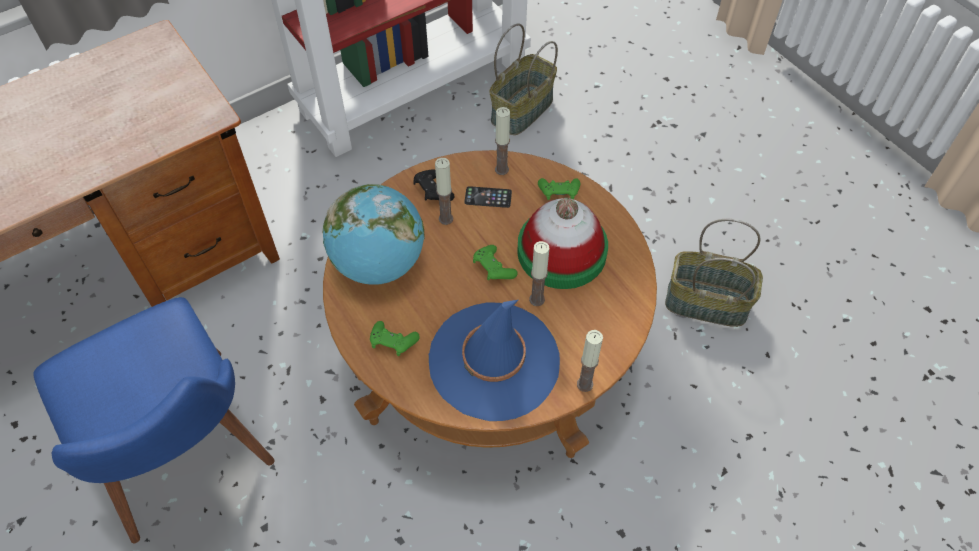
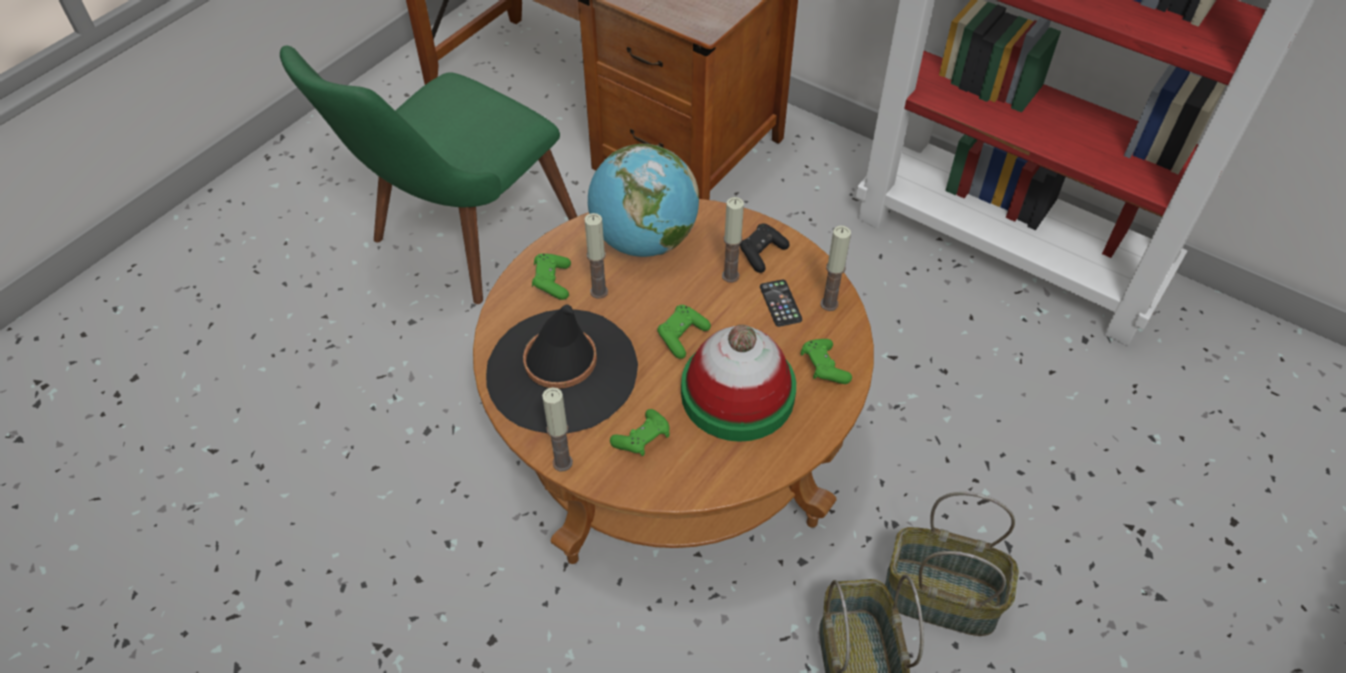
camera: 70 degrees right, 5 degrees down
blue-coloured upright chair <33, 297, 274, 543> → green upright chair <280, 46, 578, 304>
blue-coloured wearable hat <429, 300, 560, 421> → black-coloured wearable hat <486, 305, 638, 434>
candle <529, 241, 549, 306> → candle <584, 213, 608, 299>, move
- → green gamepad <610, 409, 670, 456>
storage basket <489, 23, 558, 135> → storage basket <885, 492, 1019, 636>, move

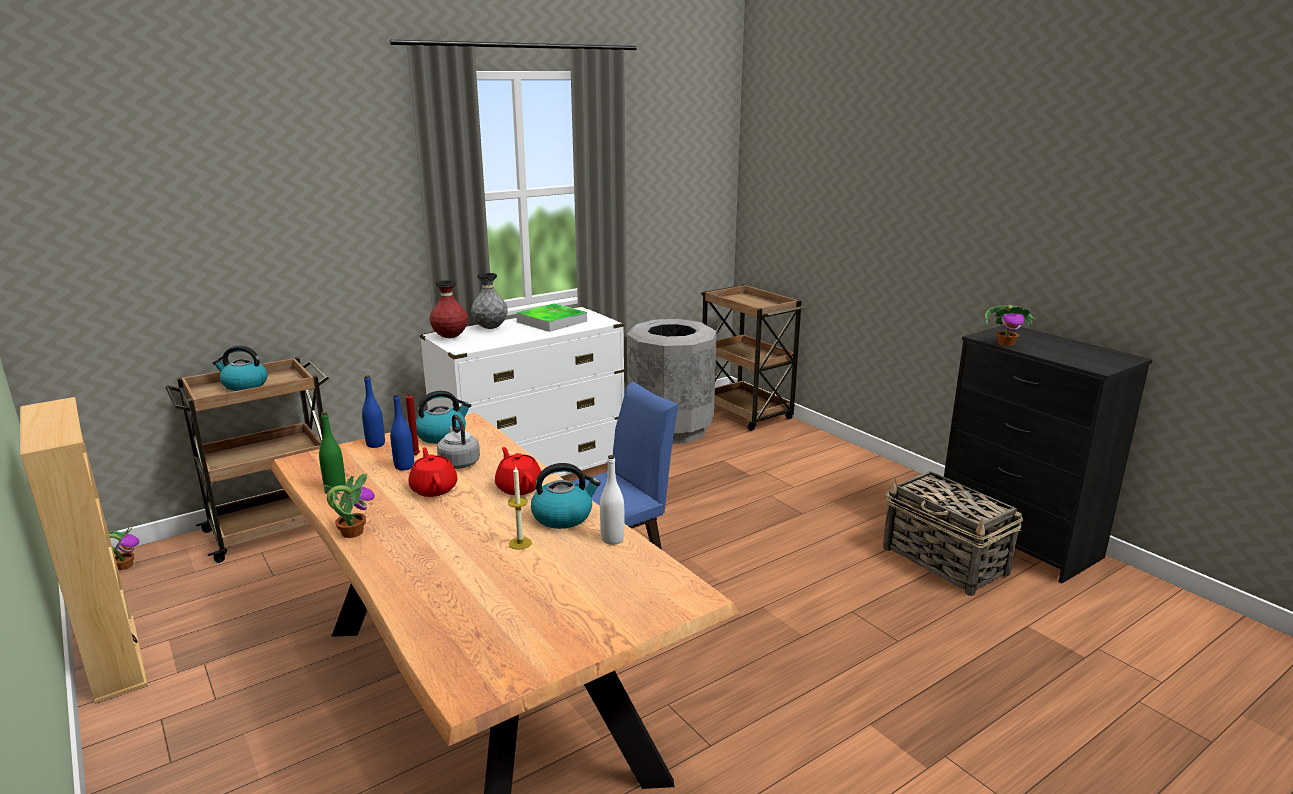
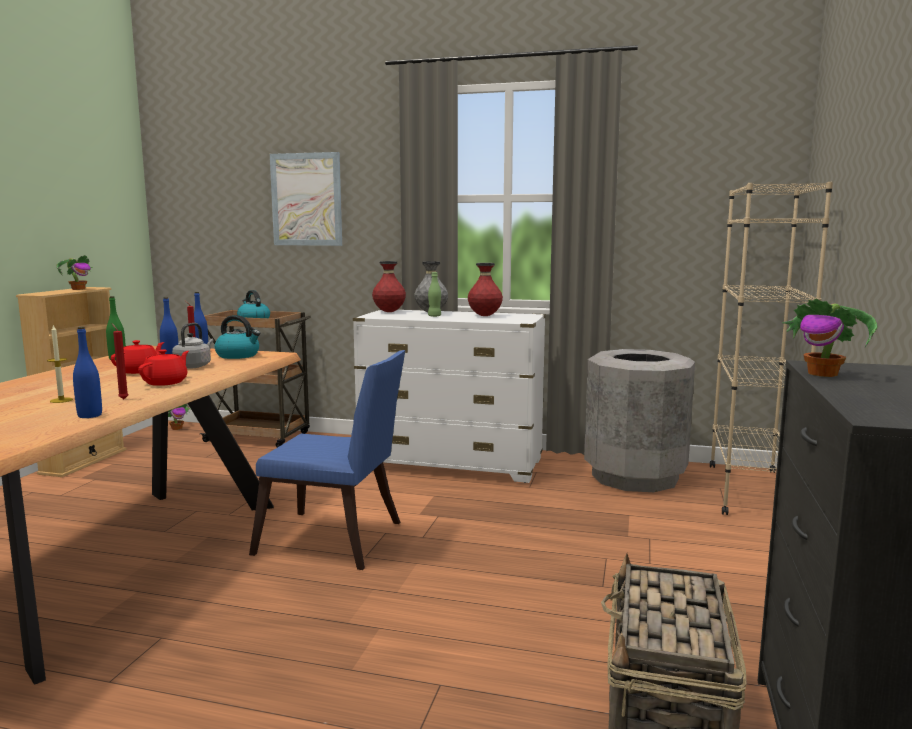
camera: 50 degrees right, 10 degrees down
plant in a pot <324, 473, 375, 538> → plant in a pot <57, 255, 93, 290>, move
white-coloured beverage bottle <600, 455, 624, 545> → blue-coloured beverage bottle <73, 327, 102, 418>
tea kettle <531, 463, 601, 529> → red-coloured candle <112, 323, 128, 399>
- → picture <270, 152, 342, 246>
- → green beverage bottle <428, 272, 441, 317>
carrying tray <517, 303, 587, 332> → red-coloured decorative vase <468, 263, 503, 316>
brownish cart <701, 284, 805, 431> → sand-coloured shelving unit <710, 182, 833, 515>

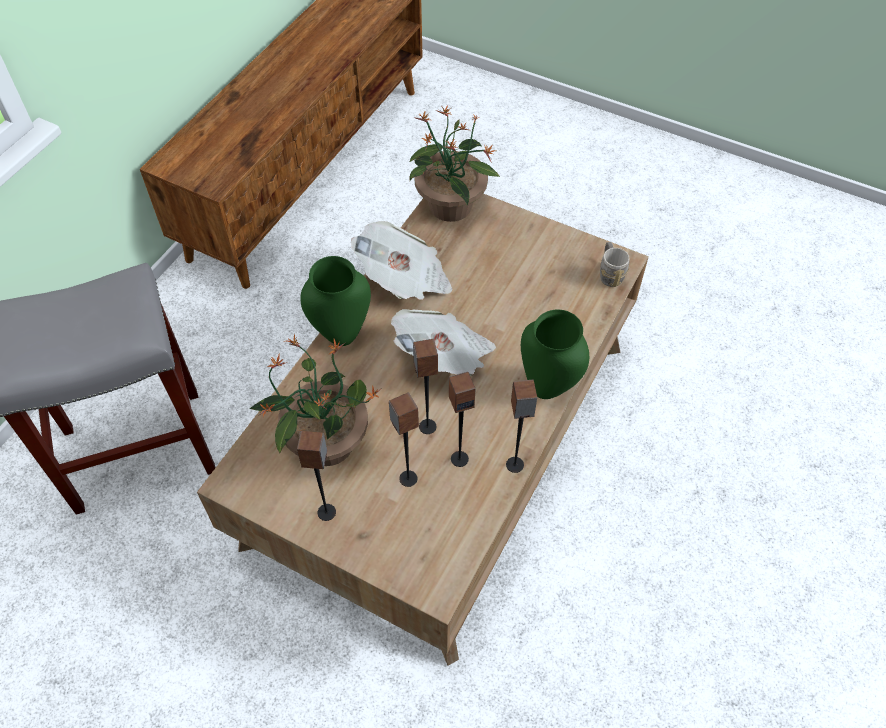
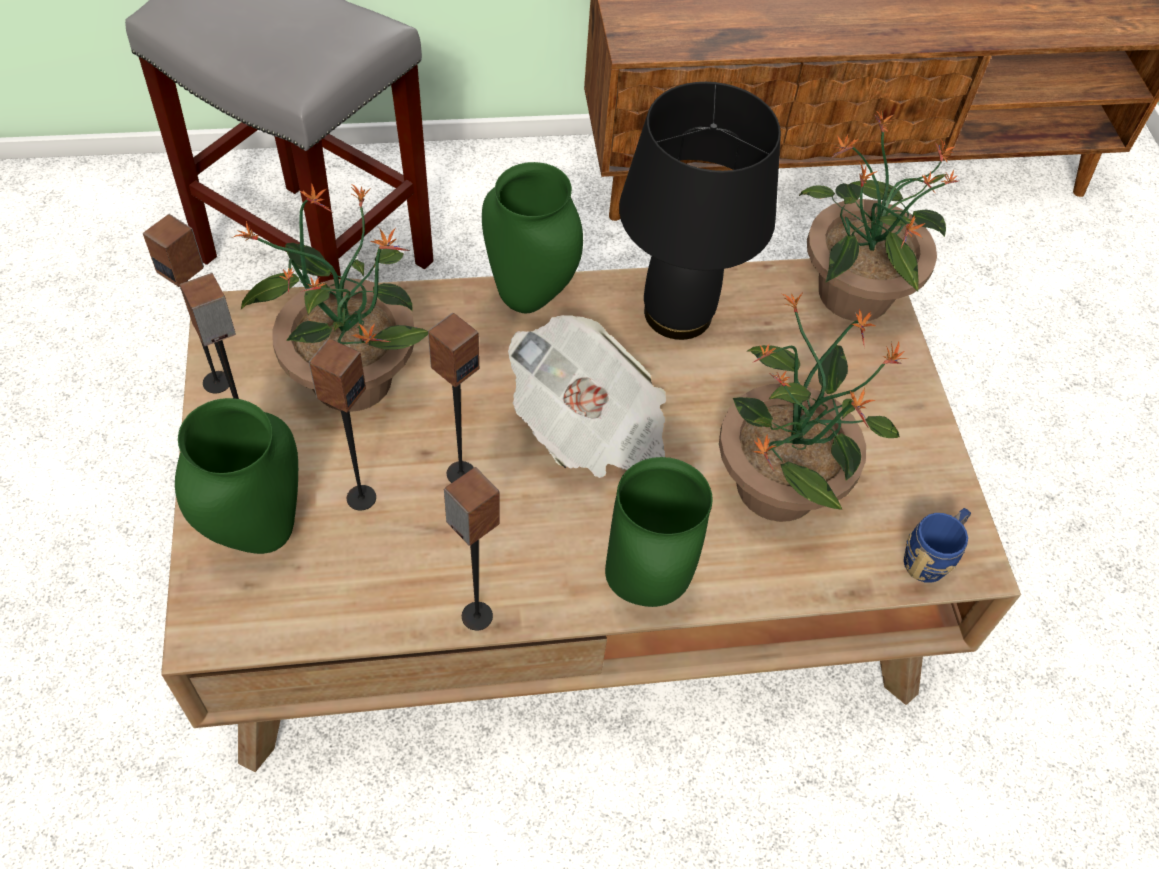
camera: 50 degrees right, 0 degrees up
audio speaker <449, 371, 475, 467> → audio speaker <143, 214, 229, 393>, move
- → green decorative vase <175, 398, 298, 554>
daily paper <351, 221, 453, 300> → black-coloured tabletop lamp <619, 82, 781, 340>
- → plant in a pot <719, 293, 908, 522>
greyish mug <600, 242, 630, 287> → blue-coloured mug <904, 508, 971, 583>

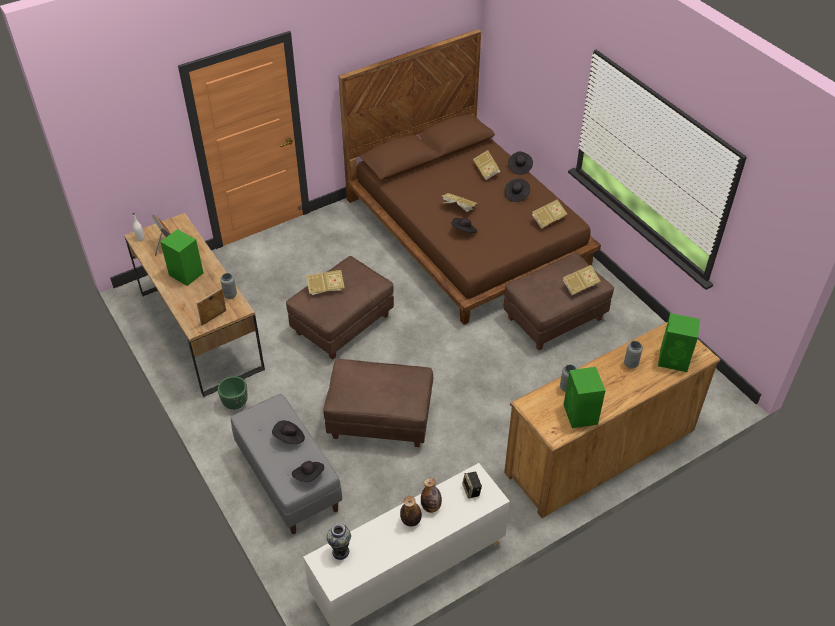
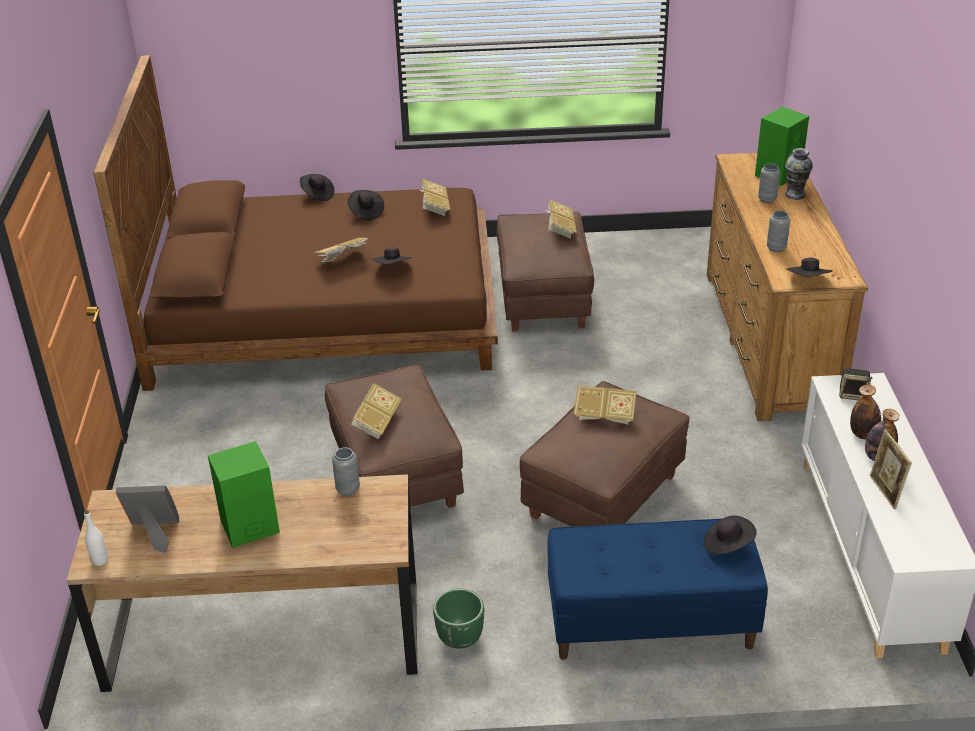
camera: 60 degrees left, 10 degrees down
greyish bench <231, 394, 342, 534> → blue-coloured bench <547, 518, 768, 660>
volume <473, 150, 500, 180> → volume <574, 385, 637, 425>, move
decorative vase <326, 523, 351, 560> → decorative vase <785, 148, 813, 200>, move
black-coloured wearable hat <272, 421, 305, 444> → black-coloured wearable hat <786, 257, 833, 277>, move
standing frame <197, 288, 226, 326> → standing frame <870, 429, 912, 510>, move
green audio speaker <563, 367, 606, 428> → -

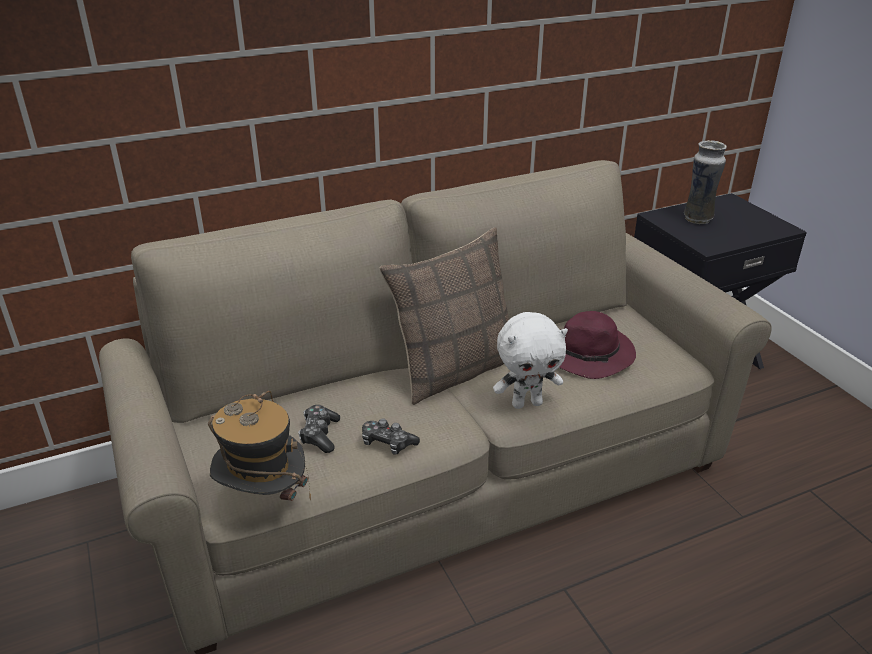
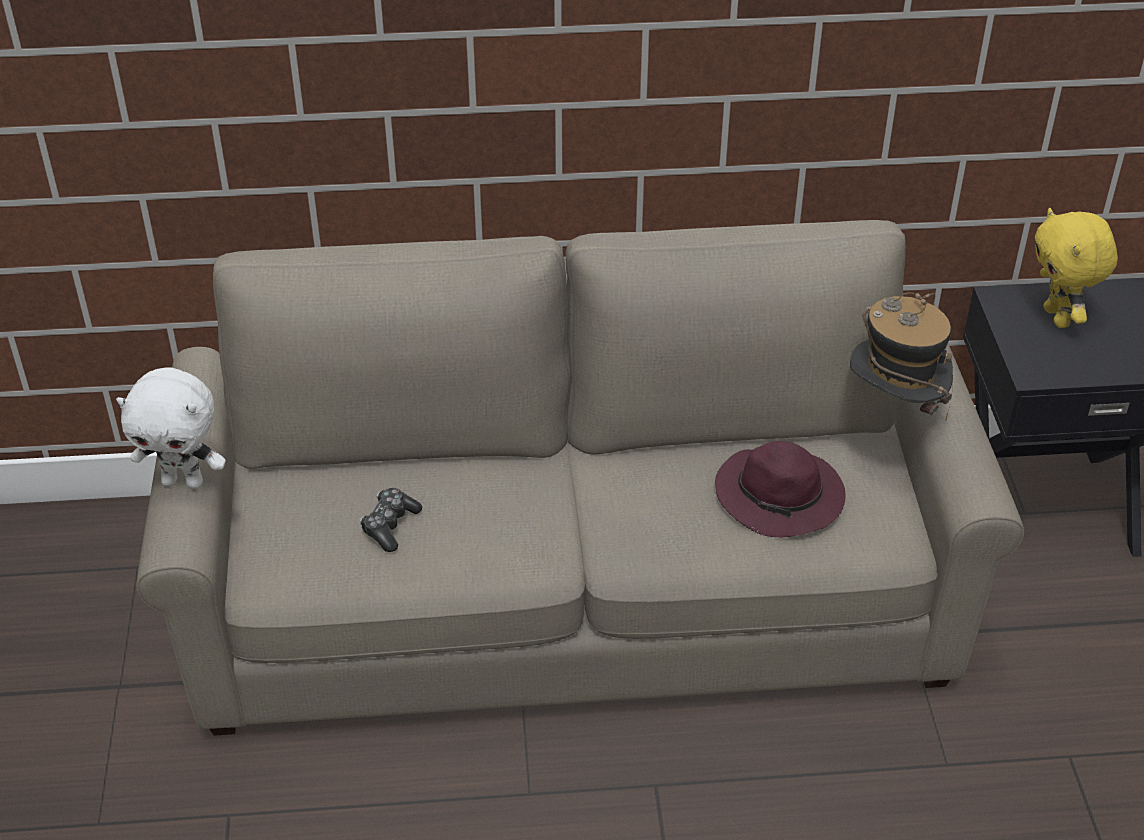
camera: 20 degrees right, 10 degrees up
white-coloured soft toy <493, 312, 568, 409> → white-coloured soft toy <116, 367, 226, 489>, move
wearable hat <208, 391, 311, 501> → wearable hat <850, 292, 953, 421>, move
decorative vase <684, 140, 727, 224> → yellow soft toy <1035, 208, 1118, 328>
gamepad <362, 418, 420, 455> → -
throw pillow <380, 228, 509, 405> → -

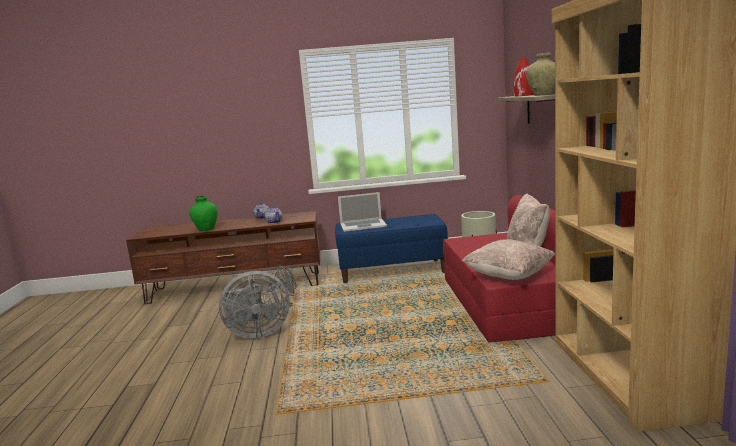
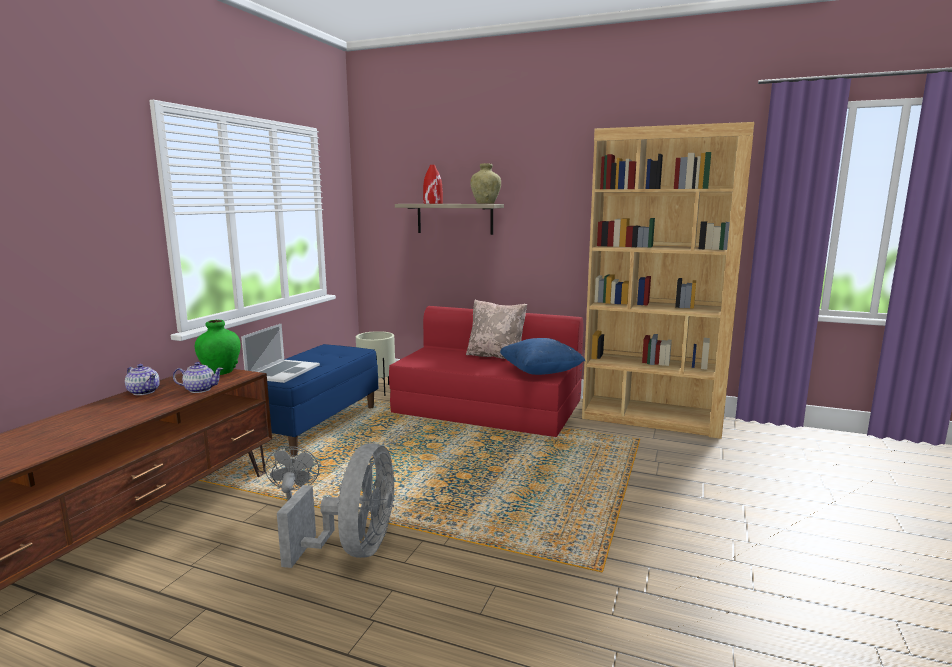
camera: 65 degrees left, 0 degrees up
green decorative vase <189, 195, 218, 231> → green decorative vase <195, 320, 241, 375>, move
sand-coloured throw pillow <462, 239, 555, 280> → blue-coloured throw pillow <500, 338, 585, 375>

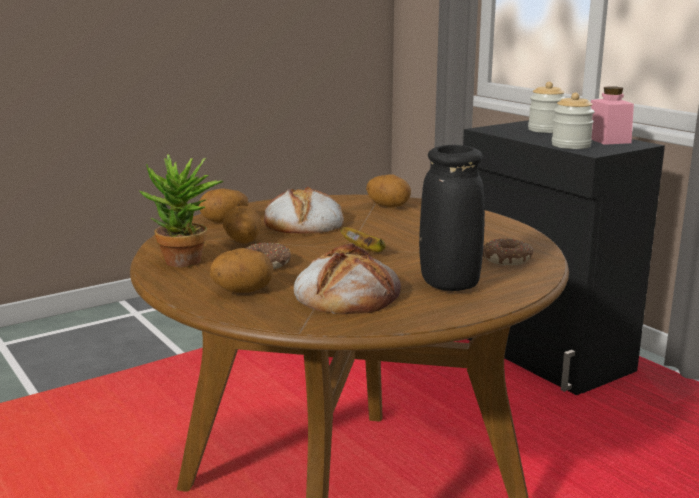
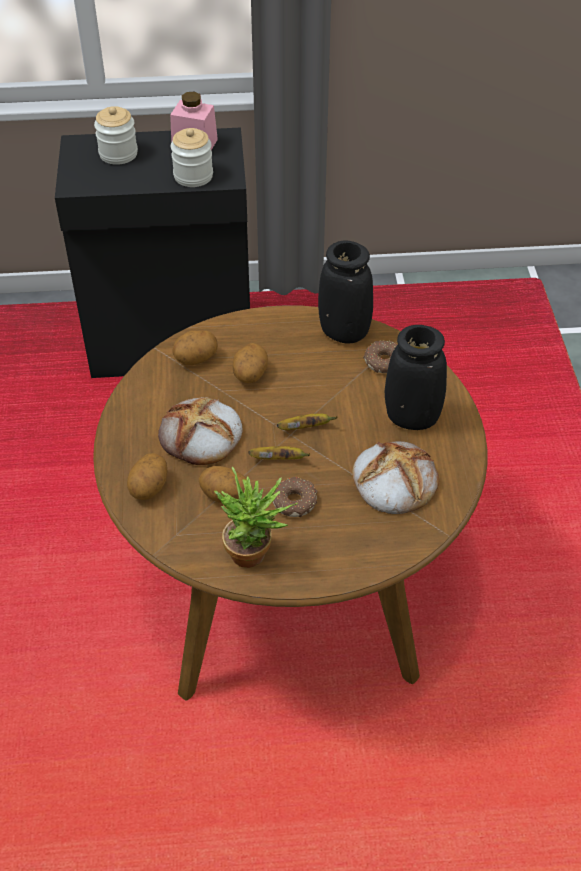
camera: 60 degrees left, 30 degrees up
potato <210, 248, 274, 293> → potato <233, 343, 268, 383>, move
- → banana <248, 446, 310, 460>
- → black-coloured decorative vase <318, 240, 373, 344>

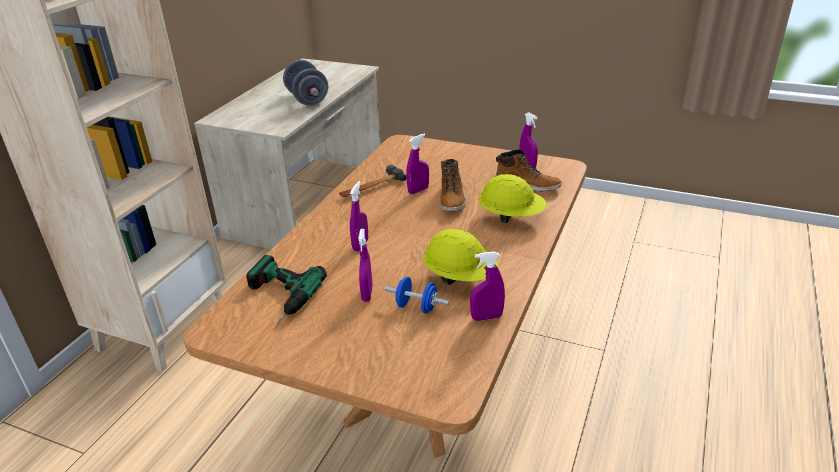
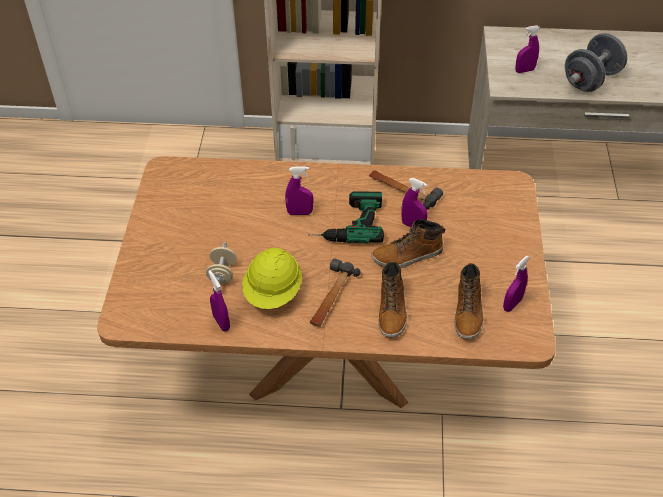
camera: 70 degrees right, 15 degrees up
blue-coloured free weight <384, 277, 449, 314> → sand-coloured free weight <206, 242, 236, 284>
electric drill <246, 255, 327, 324> → electric drill <308, 191, 384, 243>, move
- → tool hammer <310, 258, 360, 327>
yellow safety helmet <478, 174, 547, 223> → boot <378, 261, 407, 337>
purplish hand sprayer <358, 229, 373, 302> → purplish hand sprayer <515, 25, 540, 73>, move

